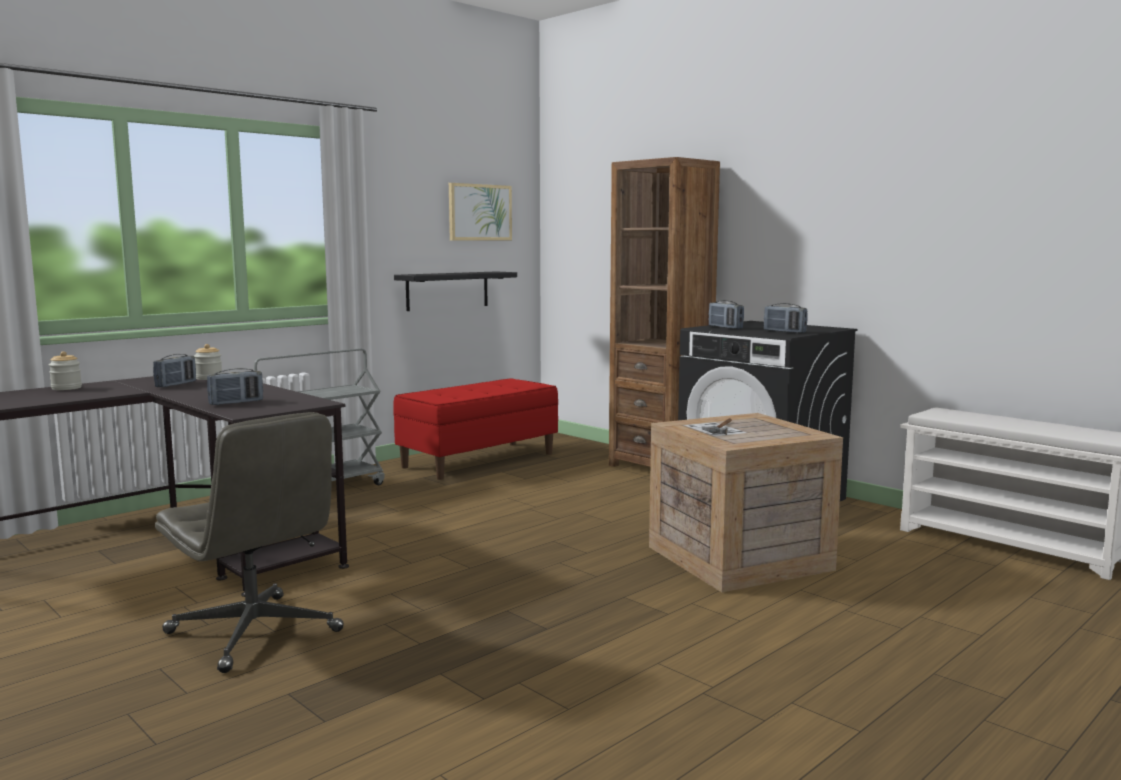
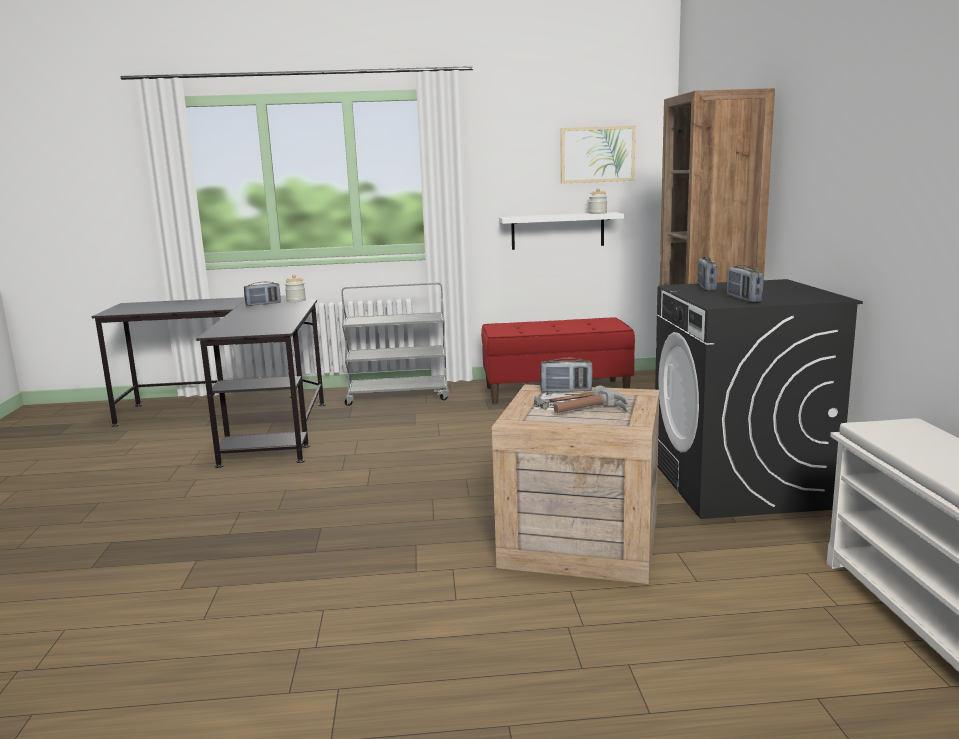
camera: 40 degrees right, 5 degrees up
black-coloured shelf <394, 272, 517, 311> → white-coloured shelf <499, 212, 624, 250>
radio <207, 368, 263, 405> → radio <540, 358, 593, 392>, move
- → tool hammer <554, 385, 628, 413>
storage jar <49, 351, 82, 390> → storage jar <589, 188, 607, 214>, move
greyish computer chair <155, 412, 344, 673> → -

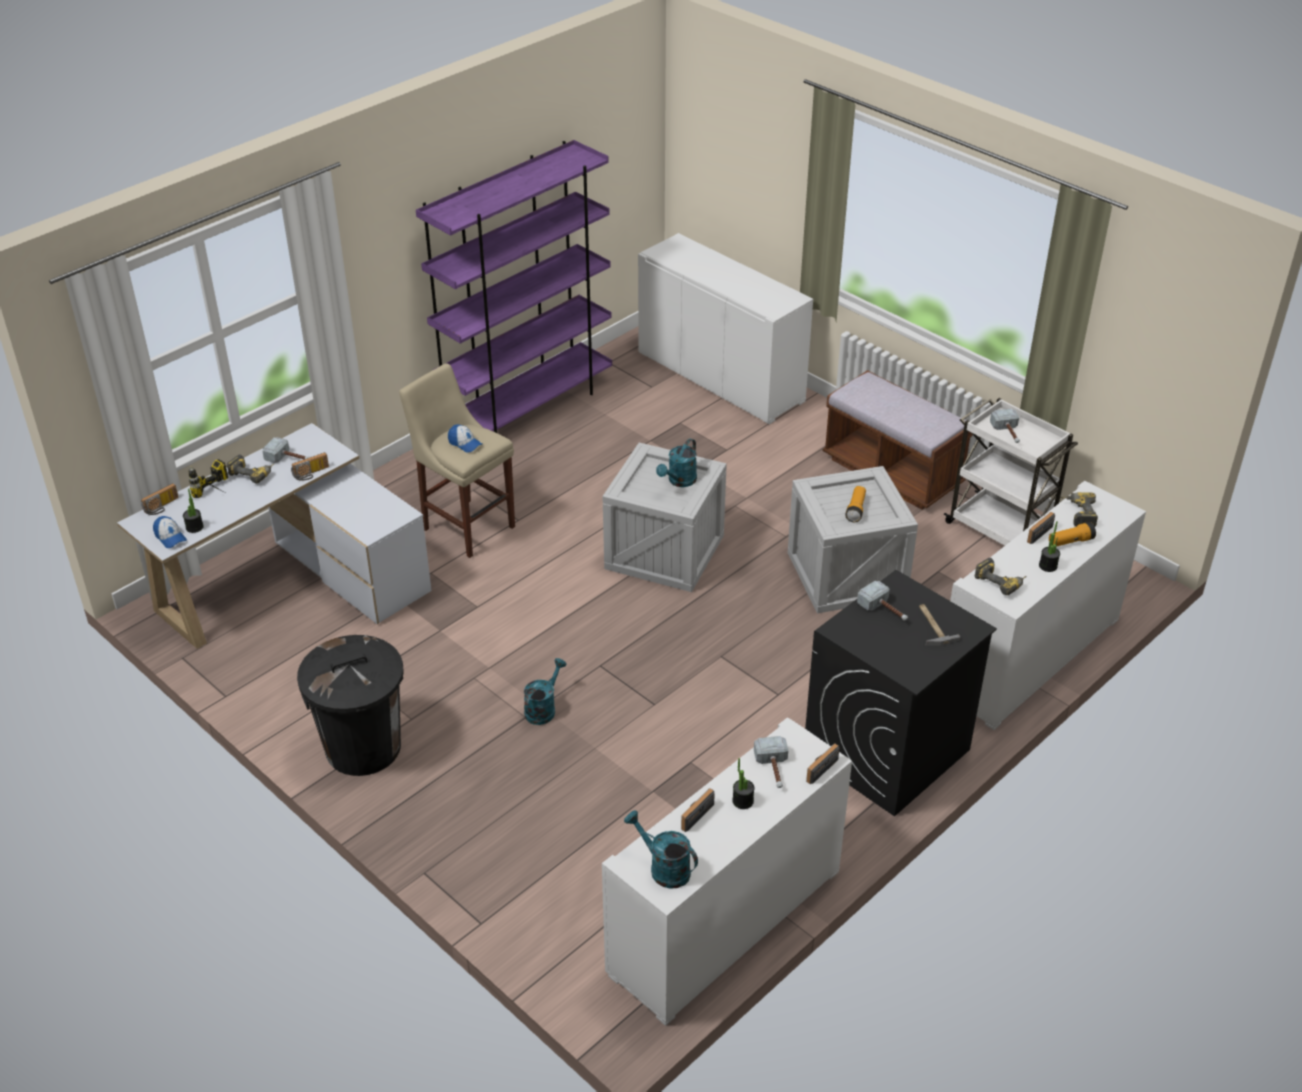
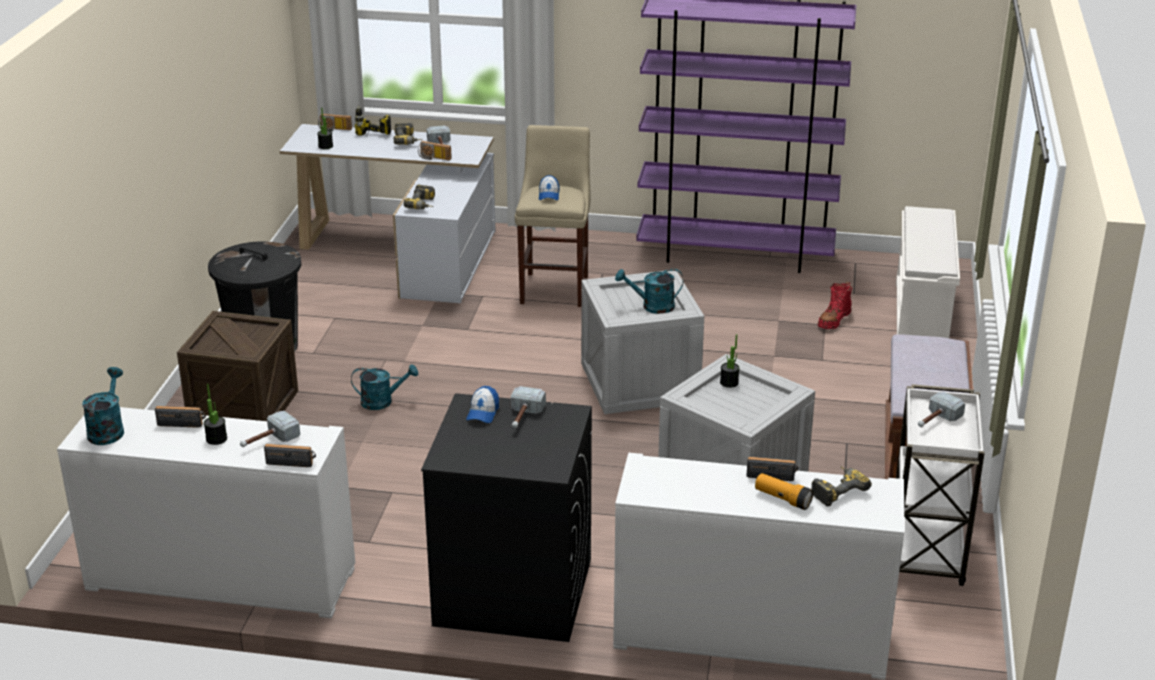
camera: 55 degrees right, 10 degrees down
- → crate <177, 311, 298, 421>
electric drill <974, 558, 1027, 595> → electric drill <403, 185, 435, 210>, move
peaked cap <153, 516, 187, 548> → peaked cap <466, 386, 499, 423>, move
plant in a pot <1039, 521, 1060, 572> → plant in a pot <720, 334, 739, 388>, move
- → red-coloured boot <817, 282, 852, 329>
white-coloured cupboard <638, 233, 813, 424> → white-coloured shoe shelf <896, 206, 960, 338>
hand torch <845, 486, 866, 522> → -
tool hammer <919, 604, 960, 646> → -

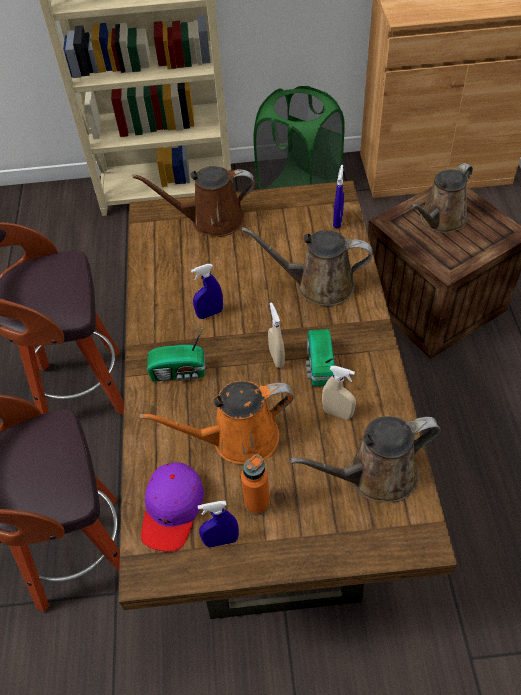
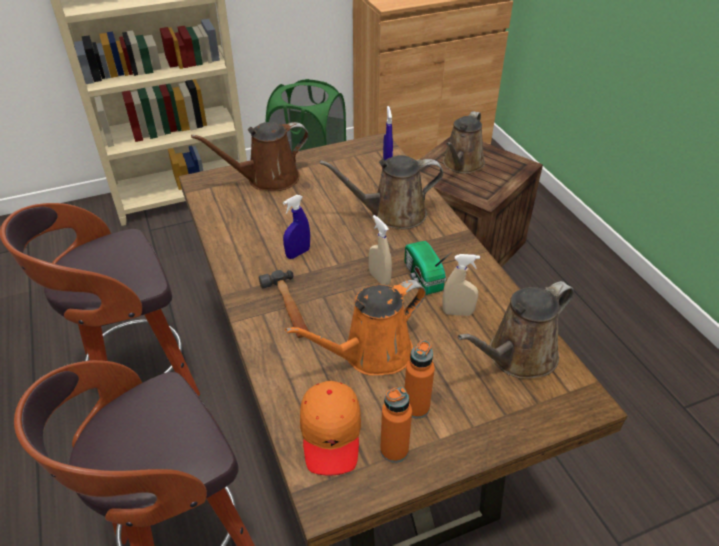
camera: 20 degrees left, 10 degrees down
radio <147, 327, 205, 382> → tool hammer <259, 270, 309, 338>
purplish peaked cap <141, 463, 204, 551> → orange peaked cap <300, 380, 361, 475>
blue-coloured hand sprayer <198, 501, 239, 547> → orange beverage bottle <380, 387, 412, 463>

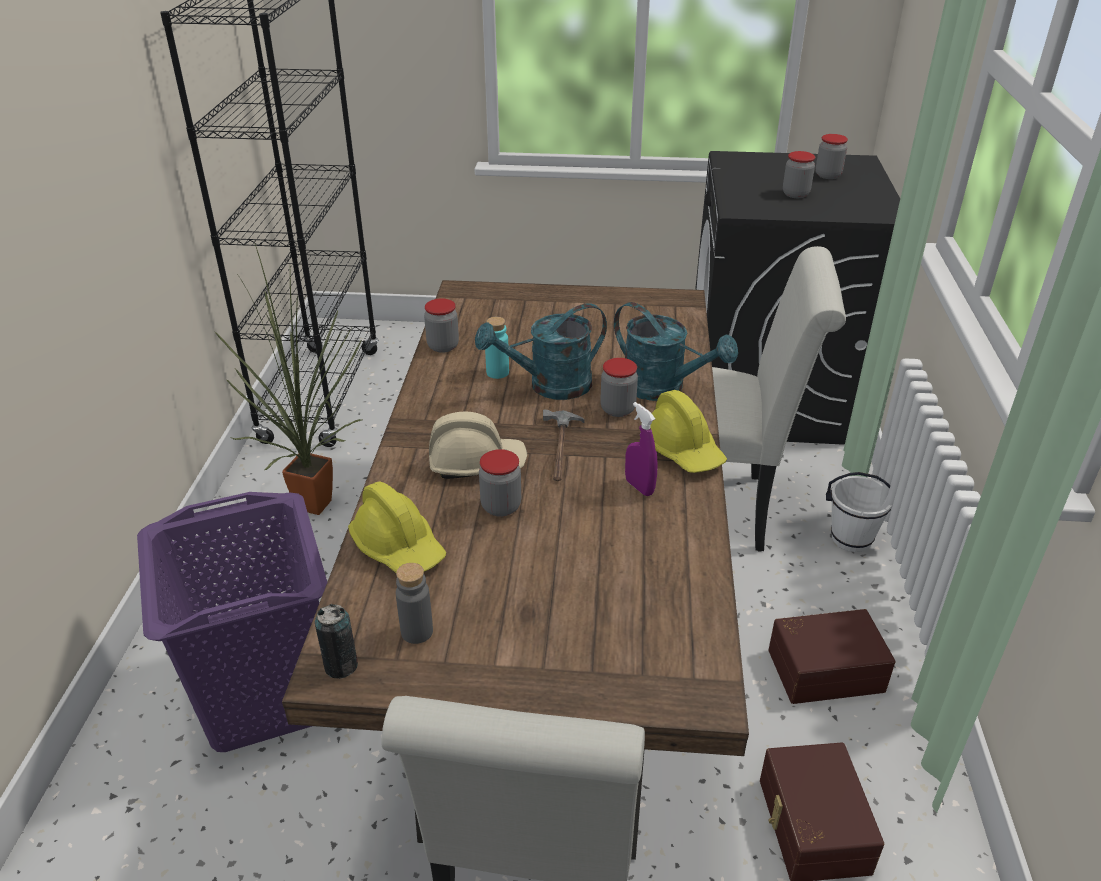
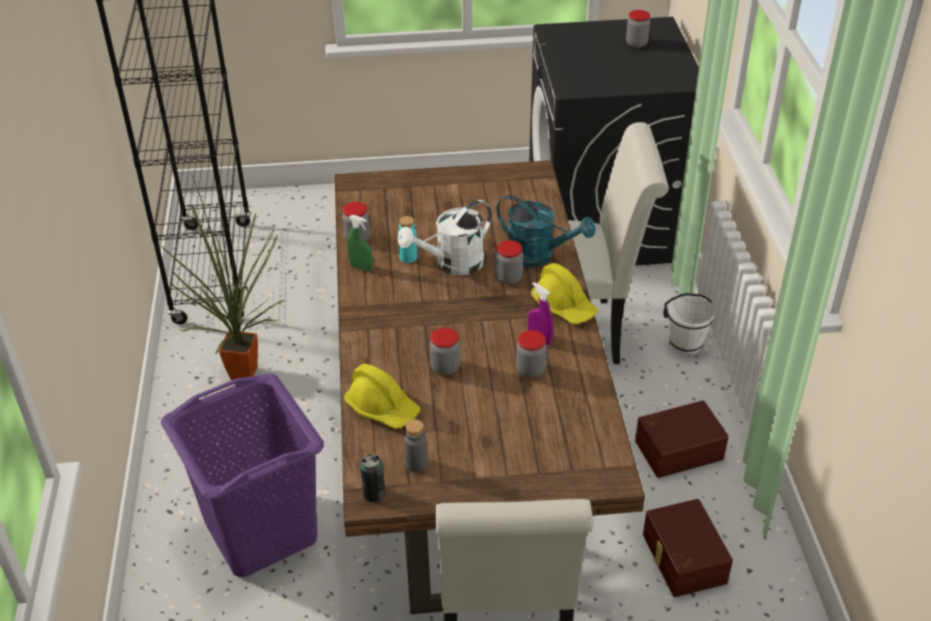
camera: 10 degrees left, 5 degrees up
- → green hand sprayer <347, 215, 373, 272>
turquoise-coloured sprinkling can <475, 303, 607, 400> → white-coloured sprinkling can <398, 200, 492, 276>
storage jar <783, 151, 815, 198> → storage jar <516, 330, 547, 378>, move
sand-coloured safety helmet <429, 411, 527, 479> → -
tool hammer <543, 409, 584, 481> → -

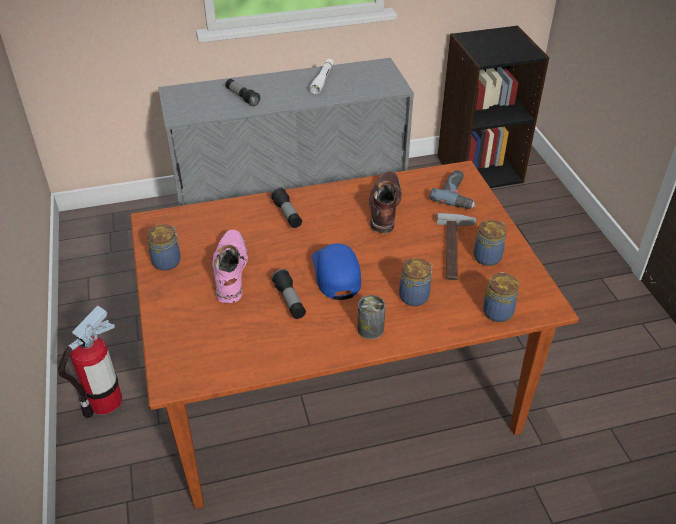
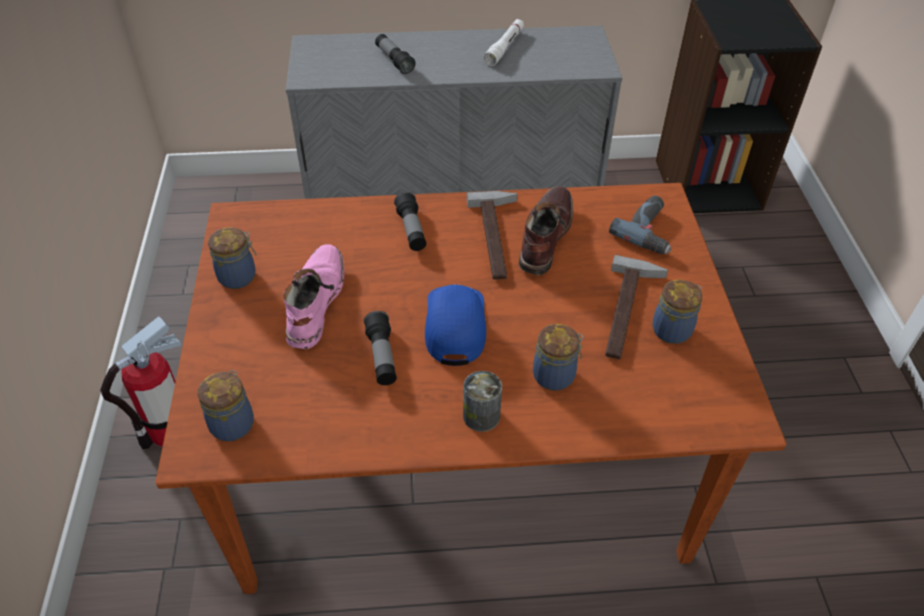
camera: 10 degrees right, 5 degrees up
storage jar <483, 272, 519, 322> → storage jar <198, 370, 254, 441>, move
- → tool hammer <467, 191, 517, 280>

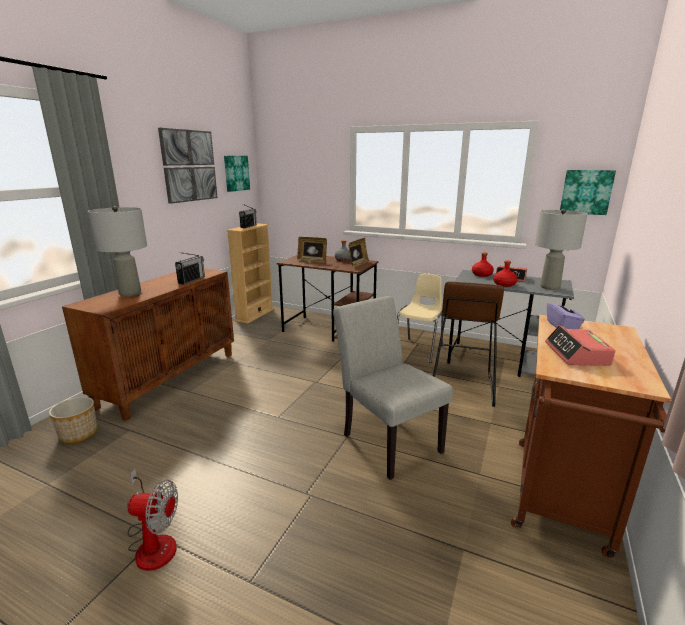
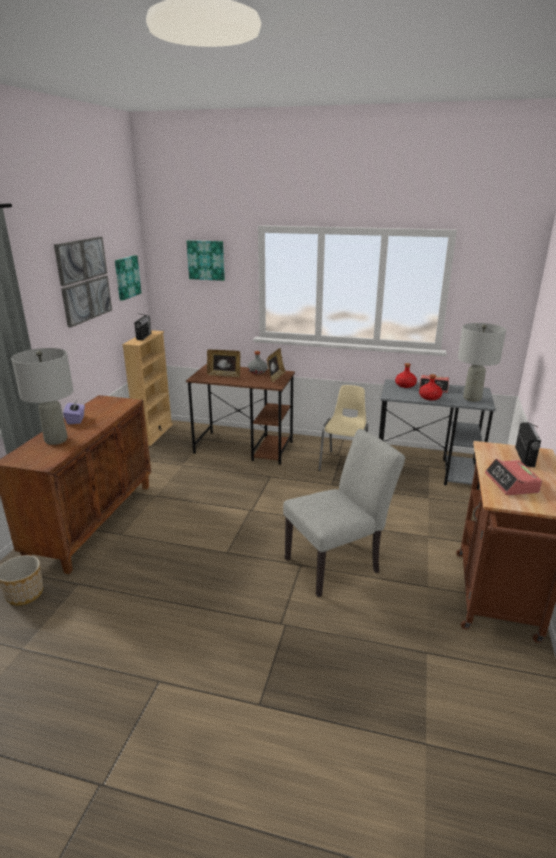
camera: 10 degrees left, 5 degrees up
purplish tissue box <547, 298, 585, 329> → purplish tissue box <63, 400, 85, 424>, move
picture <560, 170, 616, 215> → picture <187, 240, 225, 281>, move
greyish upright chair <333, 296, 453, 480> → greyish upright chair <283, 429, 405, 597>, 105 degrees clockwise
radio <175, 252, 205, 285> → radio <515, 422, 541, 467>, move
fan <127, 469, 178, 571> → -
brownish sitting stool <432, 282, 504, 407> → -

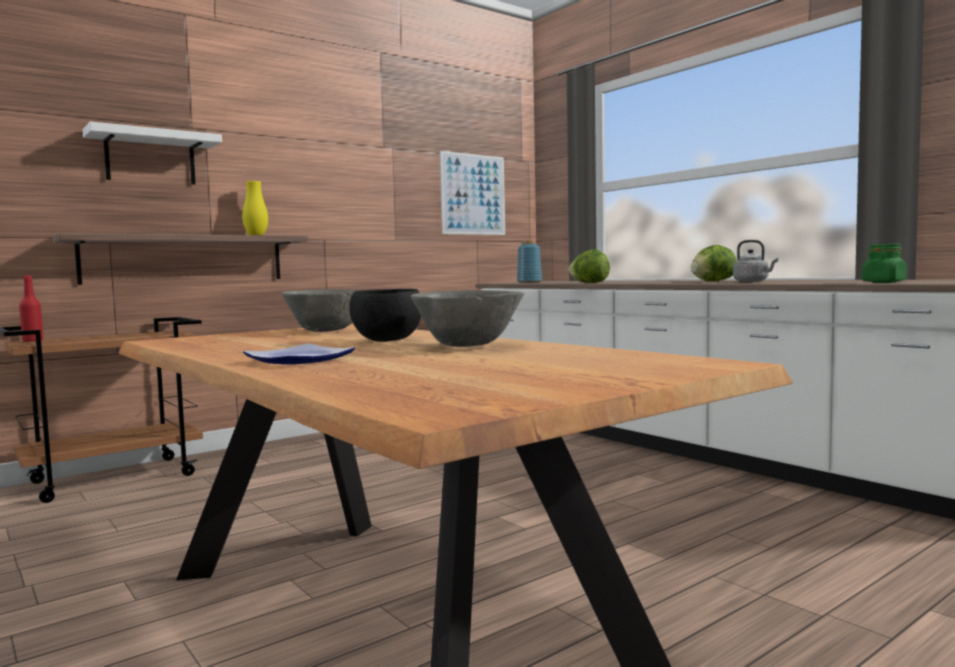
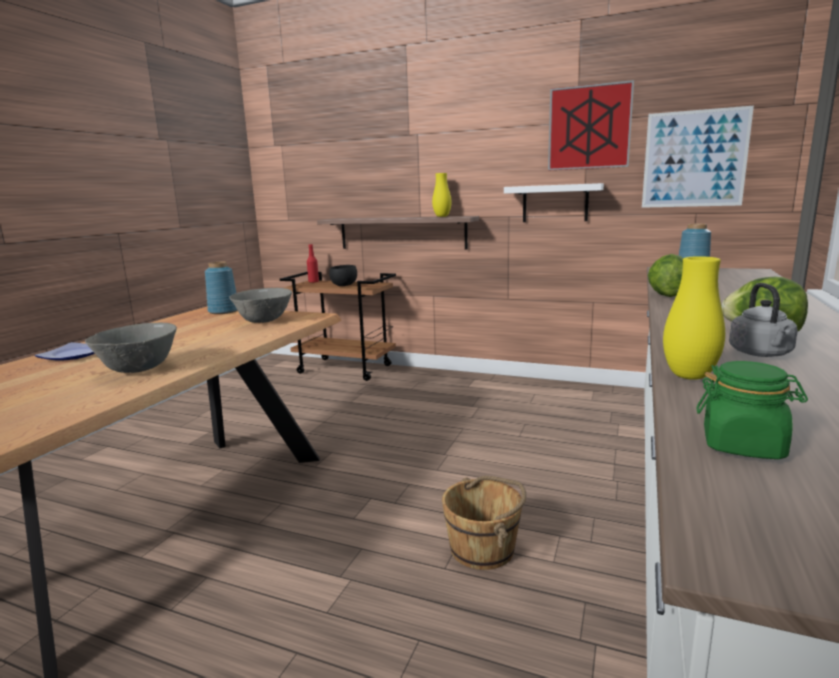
camera: 60 degrees right, 10 degrees up
- → blue-coloured decorative vase <205, 262, 237, 314>
black-coloured bowl <349, 289, 421, 342> → black-coloured bowl <329, 265, 357, 286>, move
- → brownish water bucket <442, 476, 526, 570>
white-coloured shelf <82, 122, 222, 184> → white-coloured shelf <504, 183, 604, 222>, move
- → picture <548, 80, 634, 171>
- → yellow decorative vase <663, 256, 725, 380>

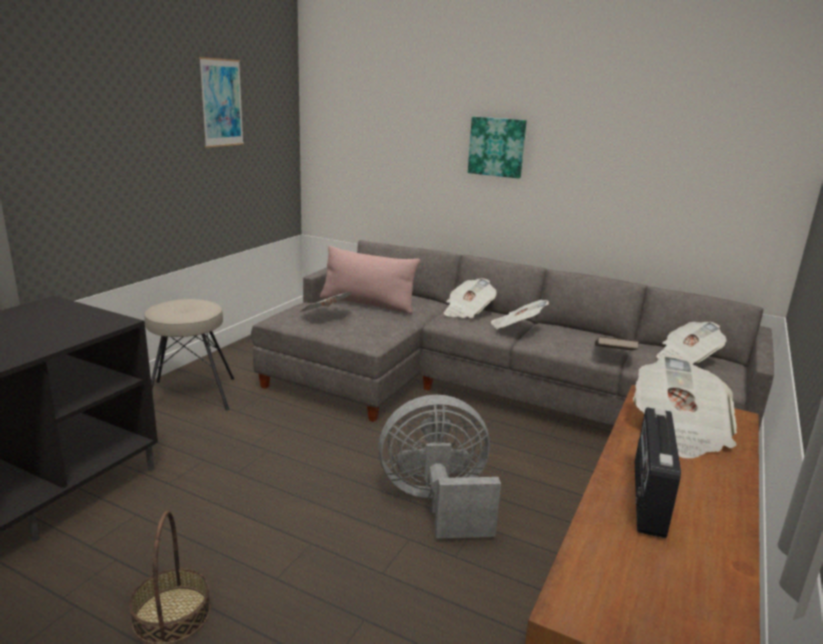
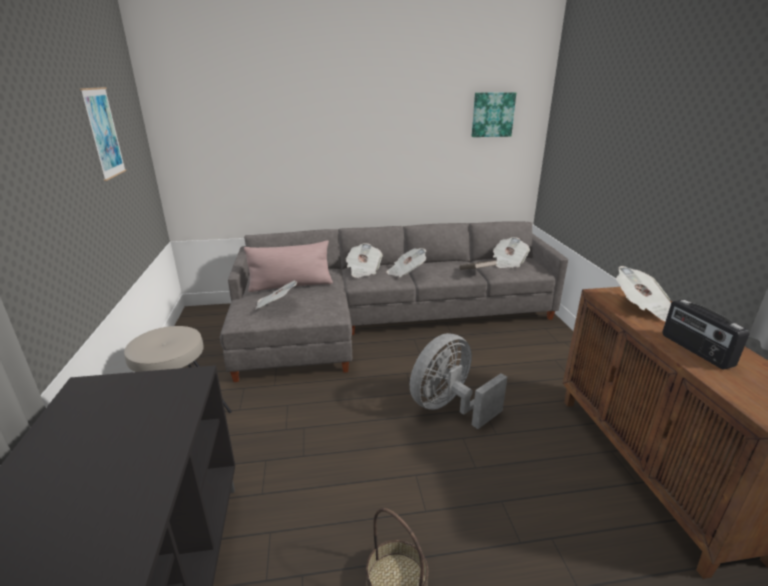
camera: 35 degrees left, 5 degrees up
picture <468, 117, 527, 178> → picture <472, 92, 516, 137>, move

